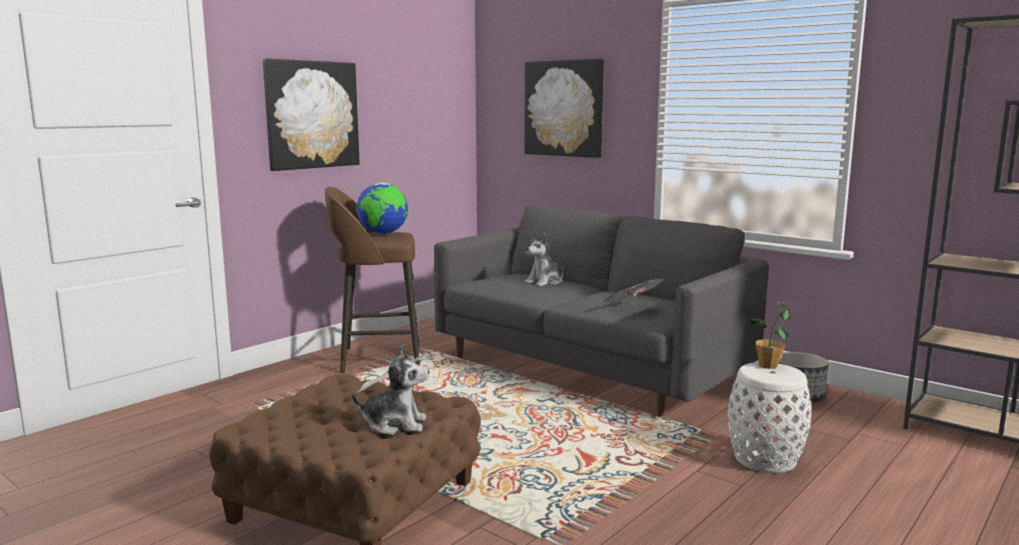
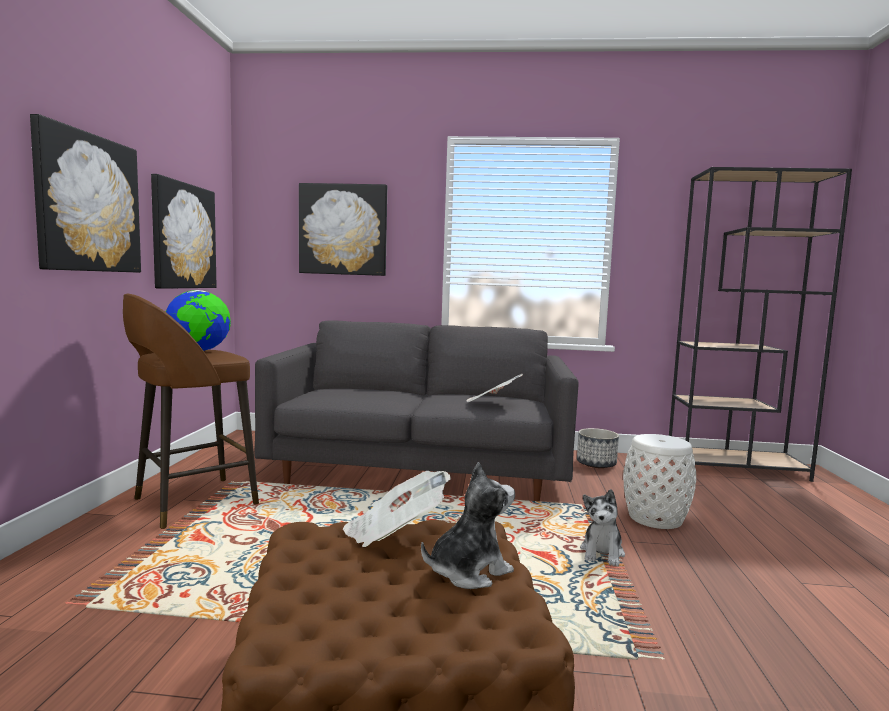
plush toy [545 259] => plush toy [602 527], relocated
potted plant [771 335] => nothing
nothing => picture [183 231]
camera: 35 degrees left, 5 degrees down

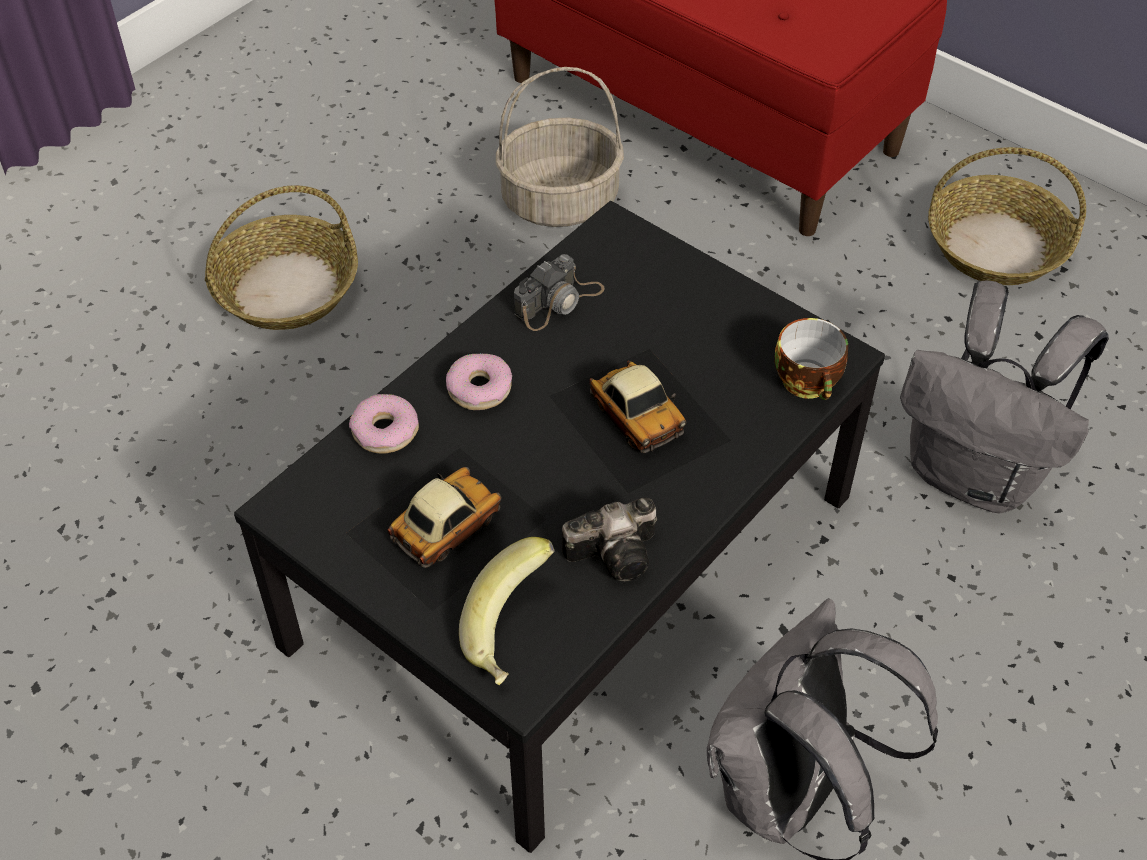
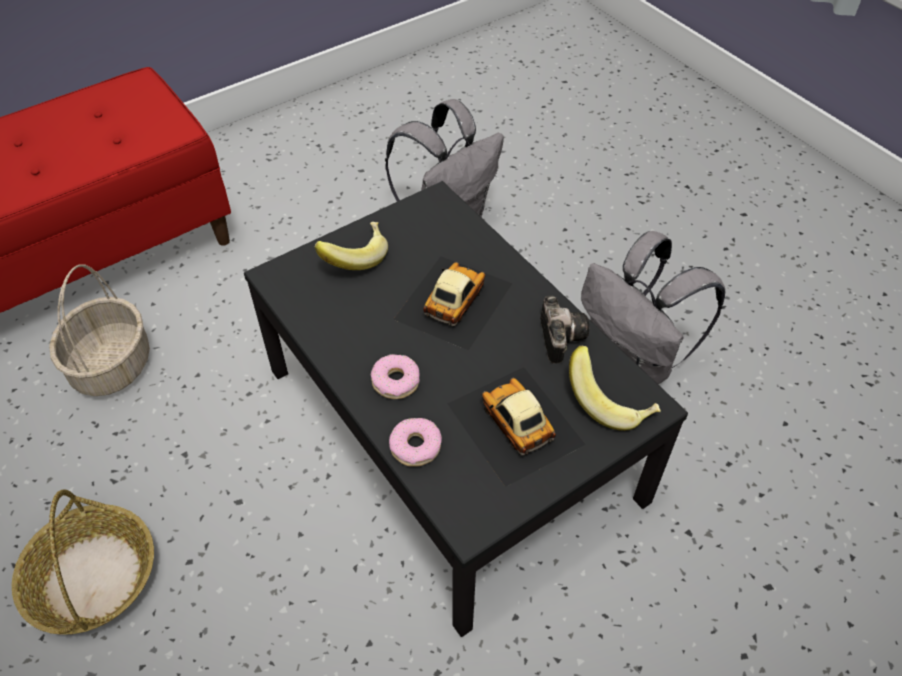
photo camera [559 292] => nothing
toy car [640 421] => toy car [453 303], 45 degrees counterclockwise
cup [811 359] => nothing
basket [1007 216] => nothing
nothing => banana [351 246]
camera: 75 degrees left, 0 degrees up

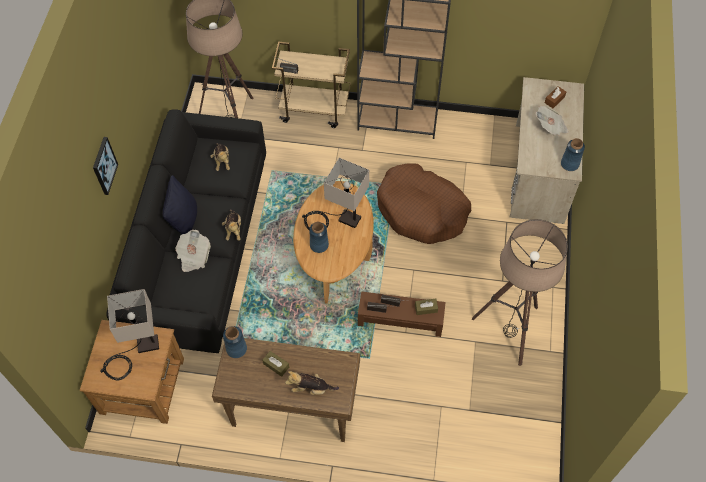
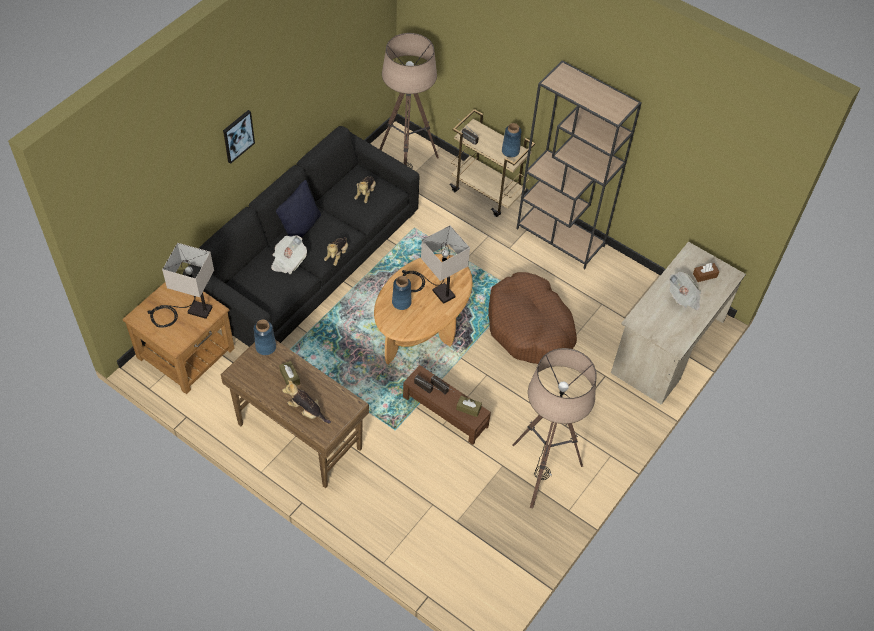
blue vase [573 154] => blue vase [512 140], relocated
camera: 25 degrees right, 5 degrees down

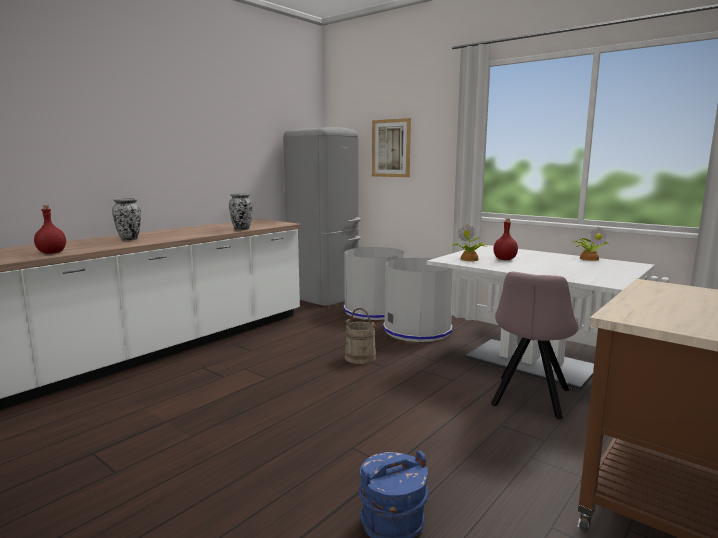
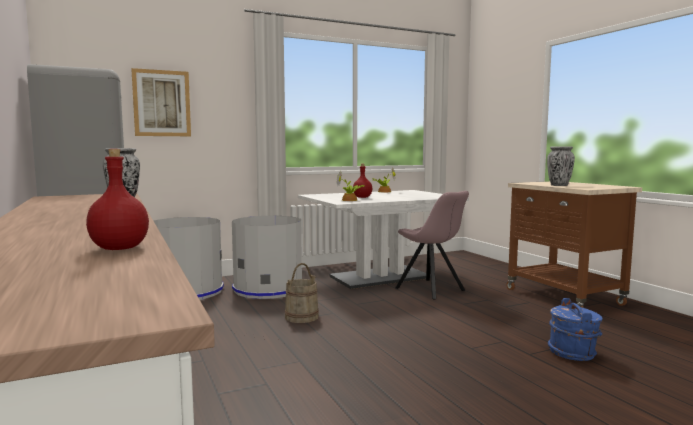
vase [126 219] => vase [561 166], relocated
camera: 65 degrees left, 5 degrees down

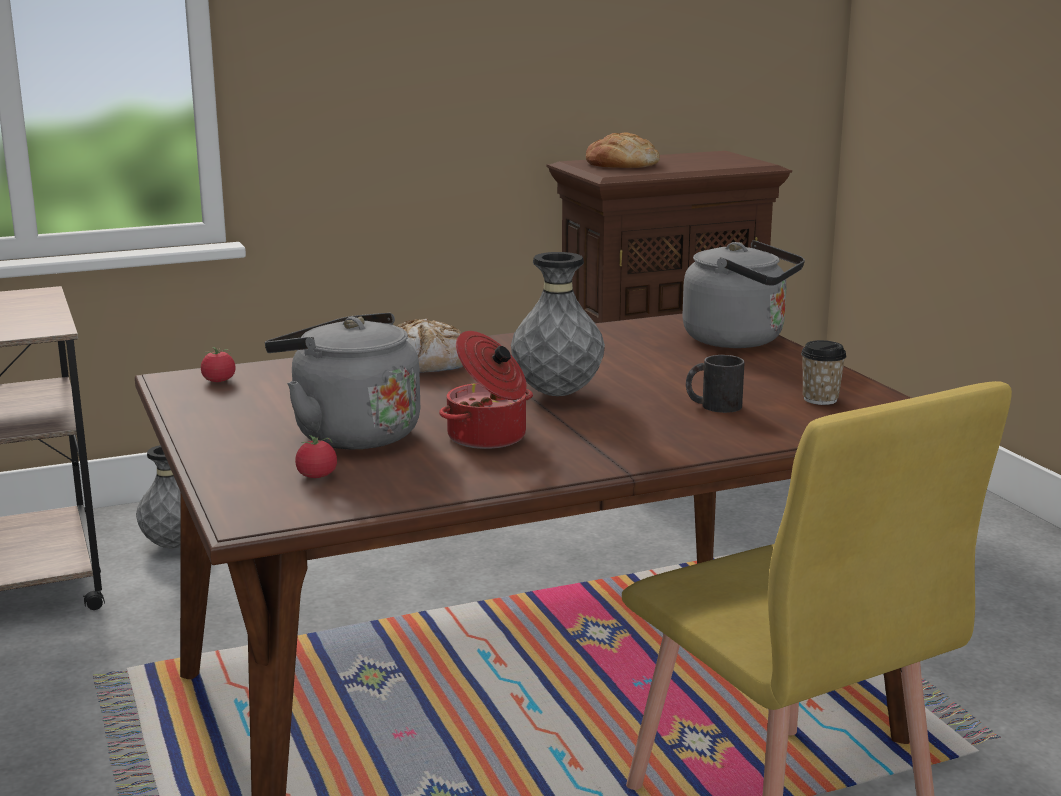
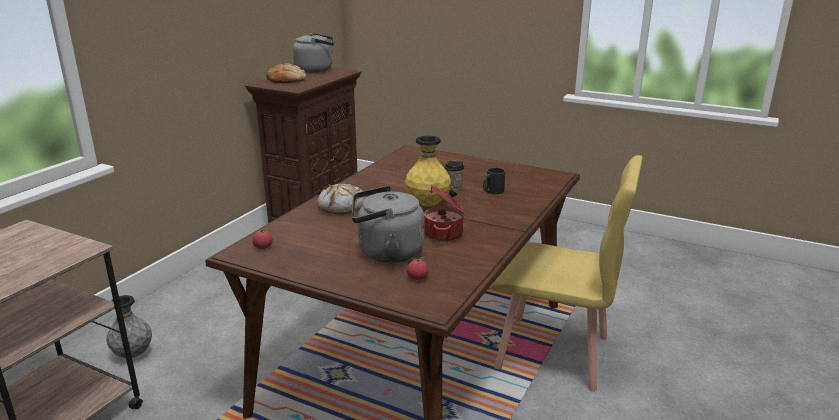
grey vase [558 324] => yellow vase [428 170]
grey kettle [743 294] => grey kettle [313 53], relocated
cup [824 372] => cup [454 176], relocated
camera: 40 degrees left, 5 degrees up

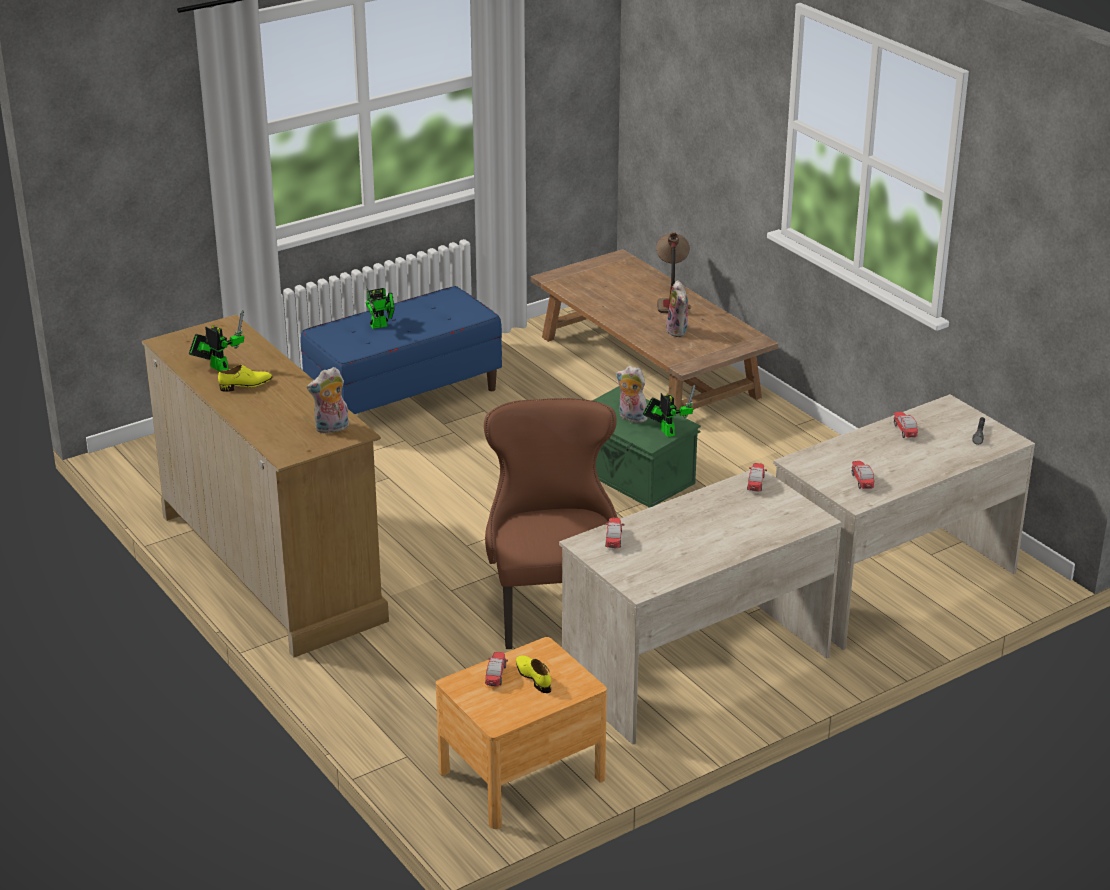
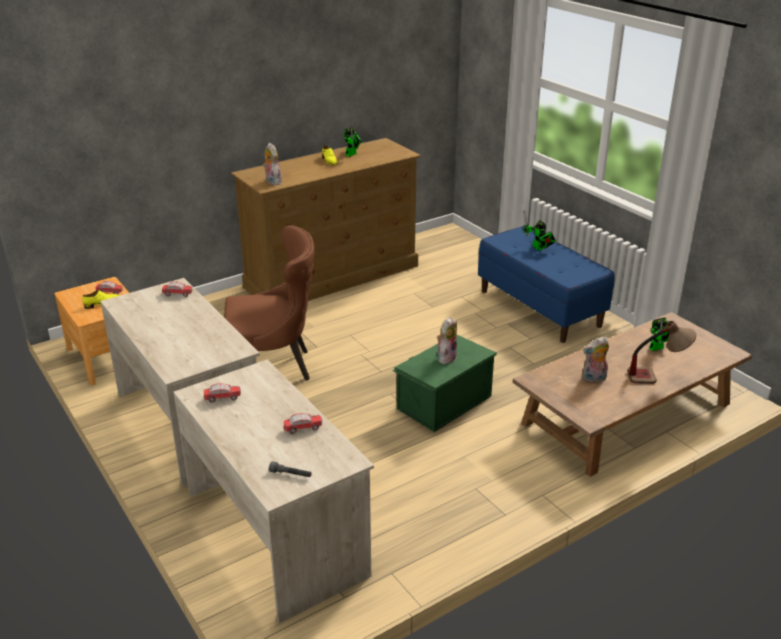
toy robot [669 411] => toy robot [659 334], relocated
toy car [757 477] => nothing
camera: 90 degrees right, 0 degrees up

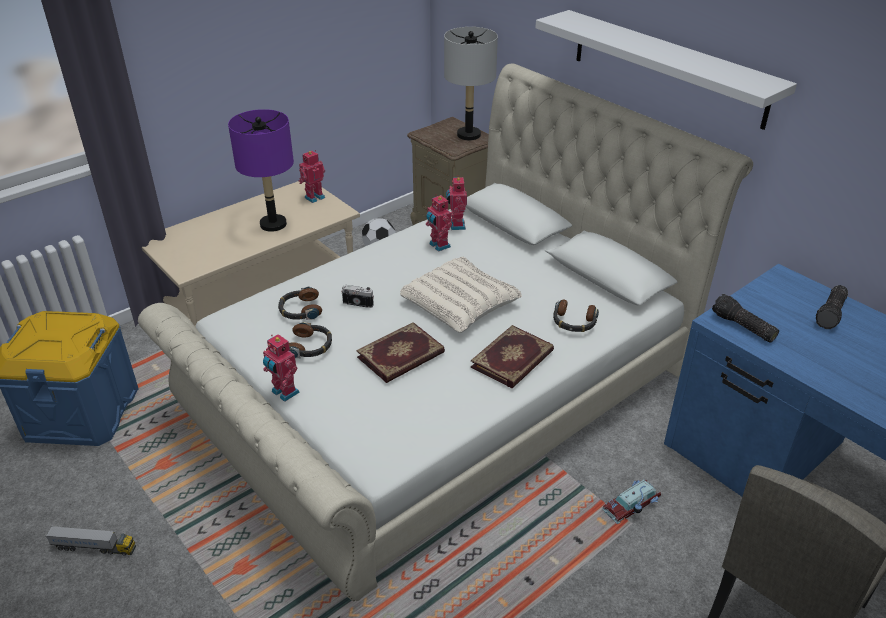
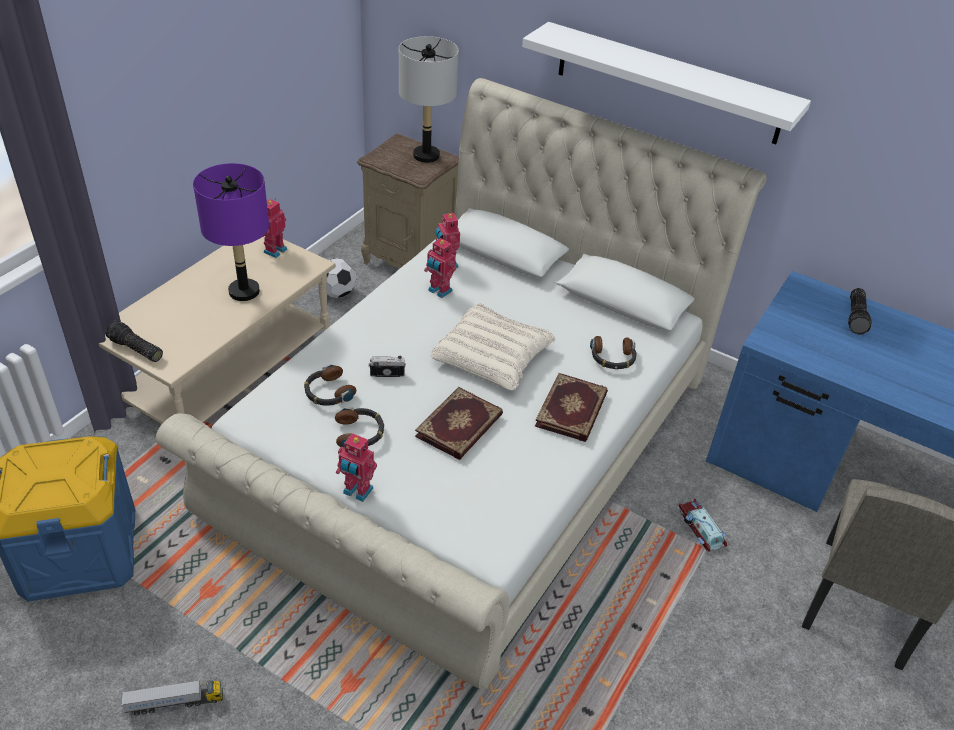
toy car [631 502] => toy car [702 526], 120 degrees clockwise
flashlight [745 318] => flashlight [134 341], relocated
camera: 20 degrees left, 5 degrees up

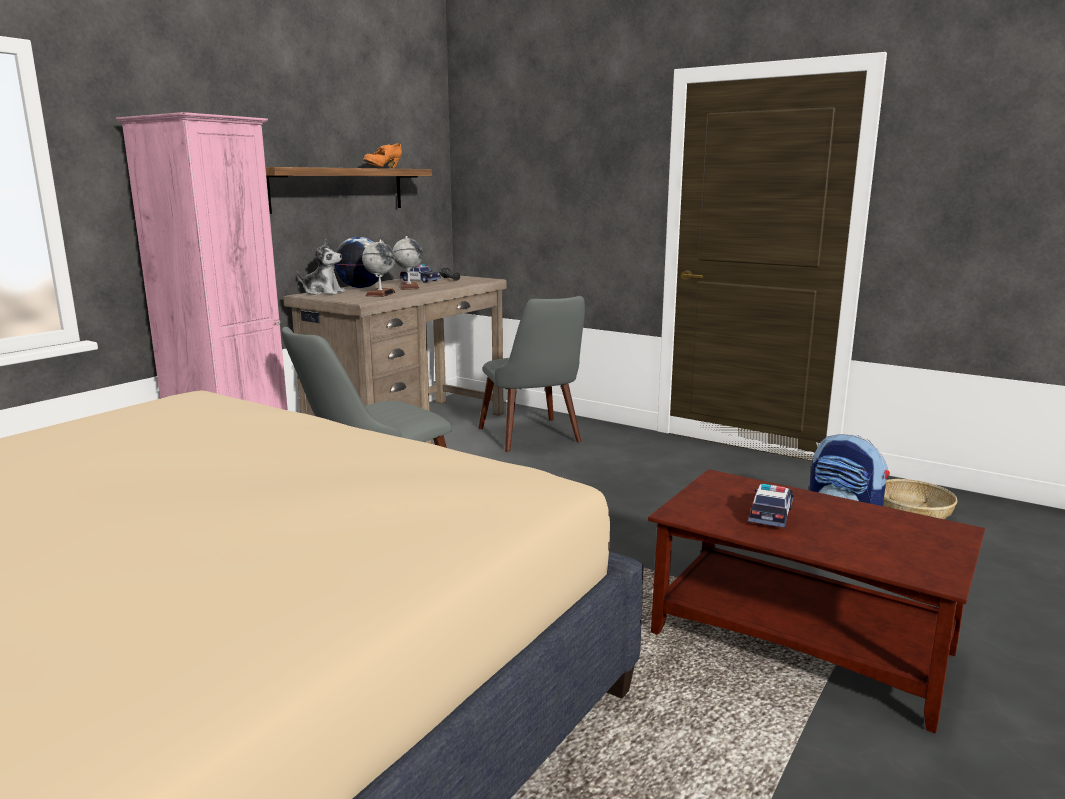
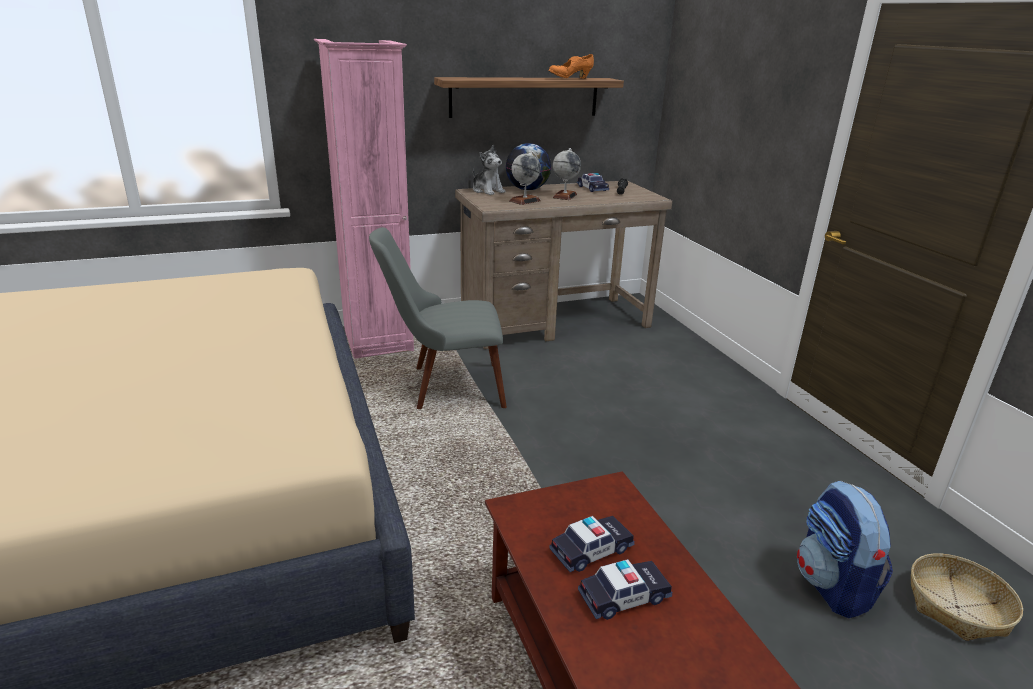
grey chair [531 374] => nothing
nothing => toy car [625 589]
camera: 35 degrees right, 10 degrees up

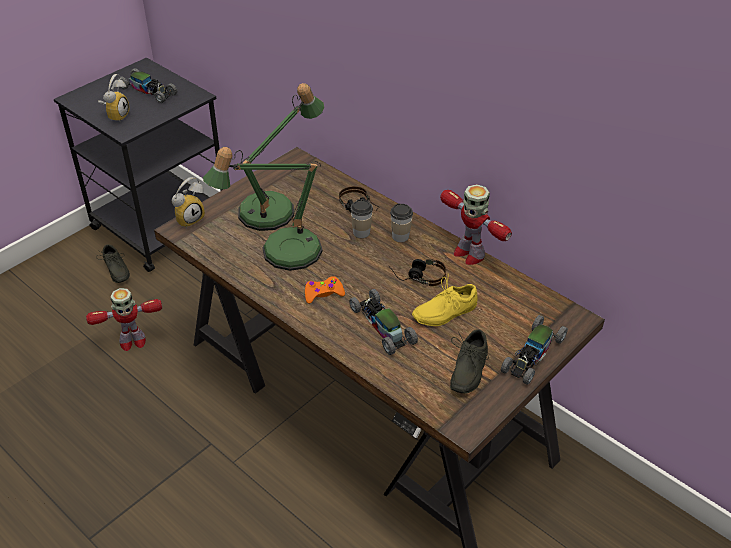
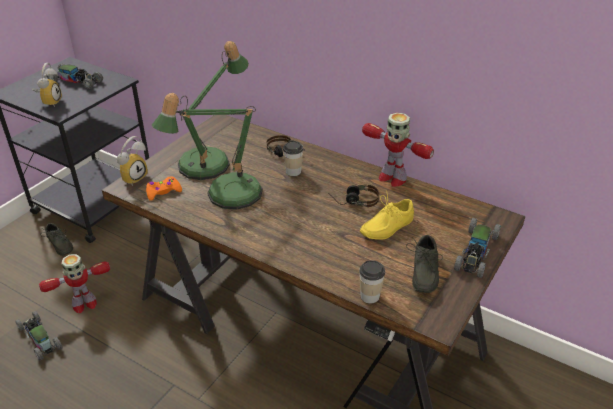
orange game controller [325 290] => orange game controller [164 188], relocated
toy car [383 322] => toy car [39 335], relocated
cup [401 222] => cup [372 282], relocated
camera: 10 degrees left, 5 degrees down

